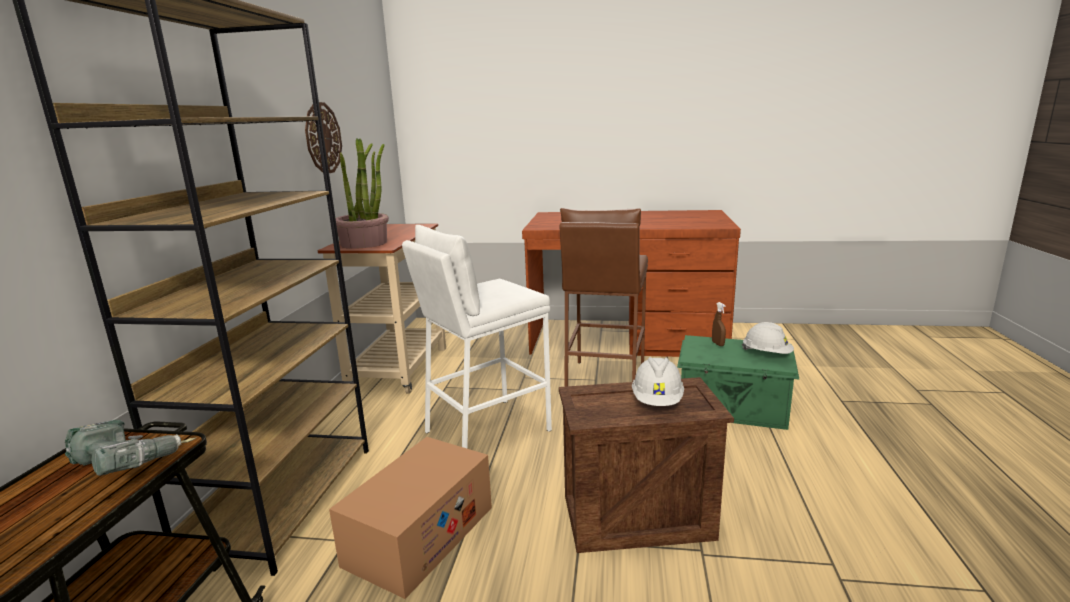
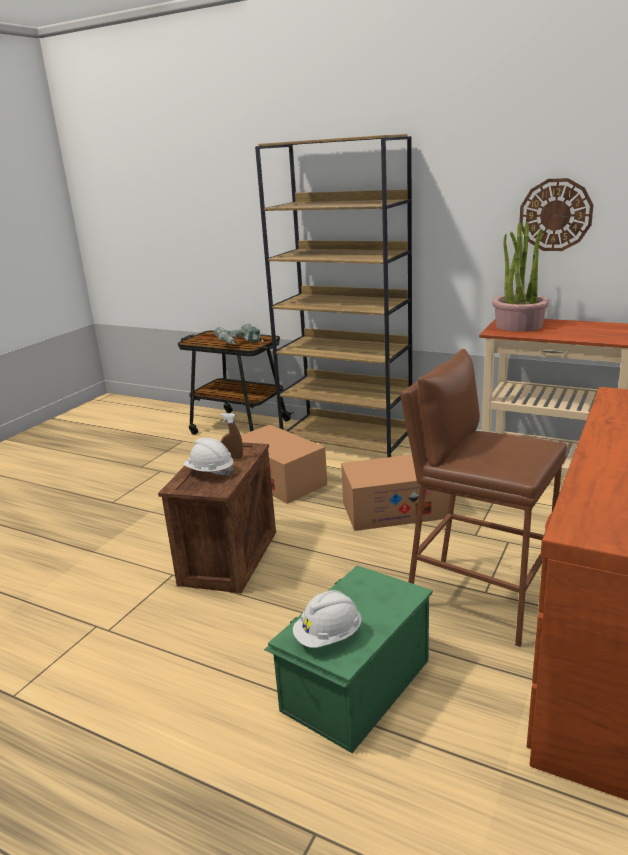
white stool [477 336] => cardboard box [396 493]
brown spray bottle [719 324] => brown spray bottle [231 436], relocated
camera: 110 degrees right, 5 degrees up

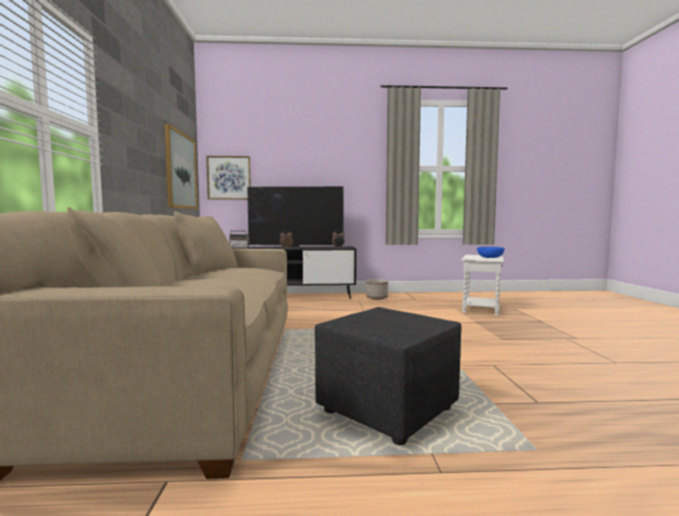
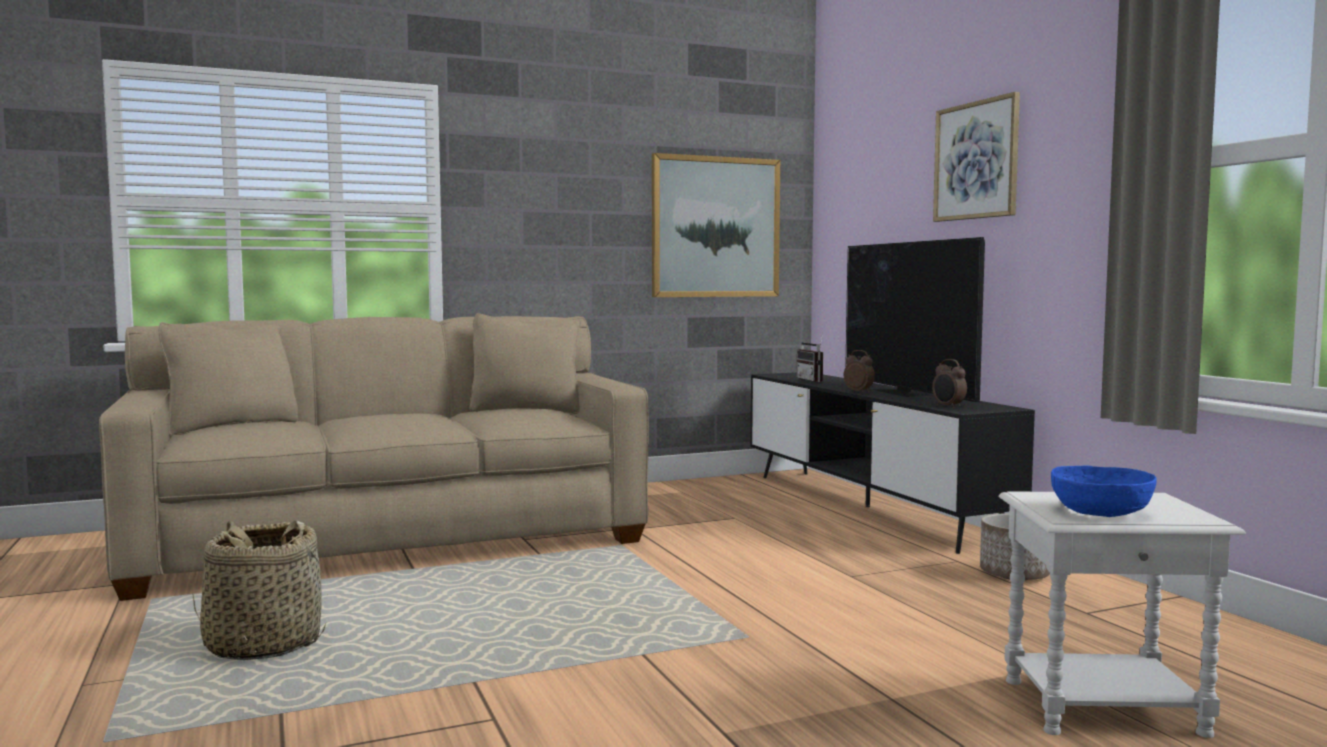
picture [228 178] => picture [976 157], relocated
black ottoman [388 376] => basket [259 590]
camera: 70 degrees right, 0 degrees up

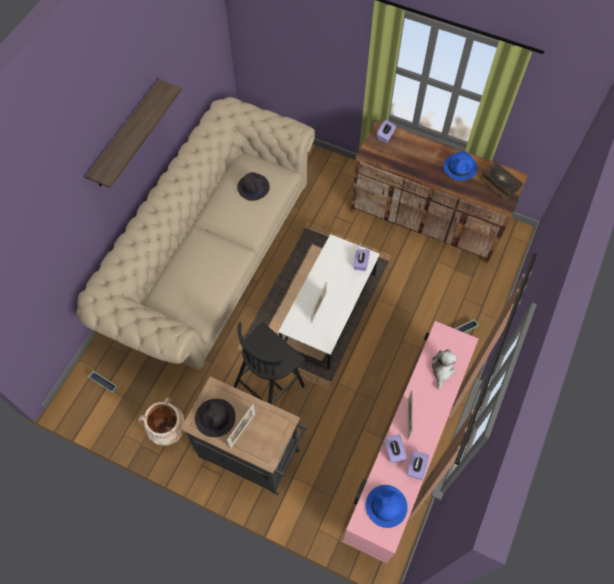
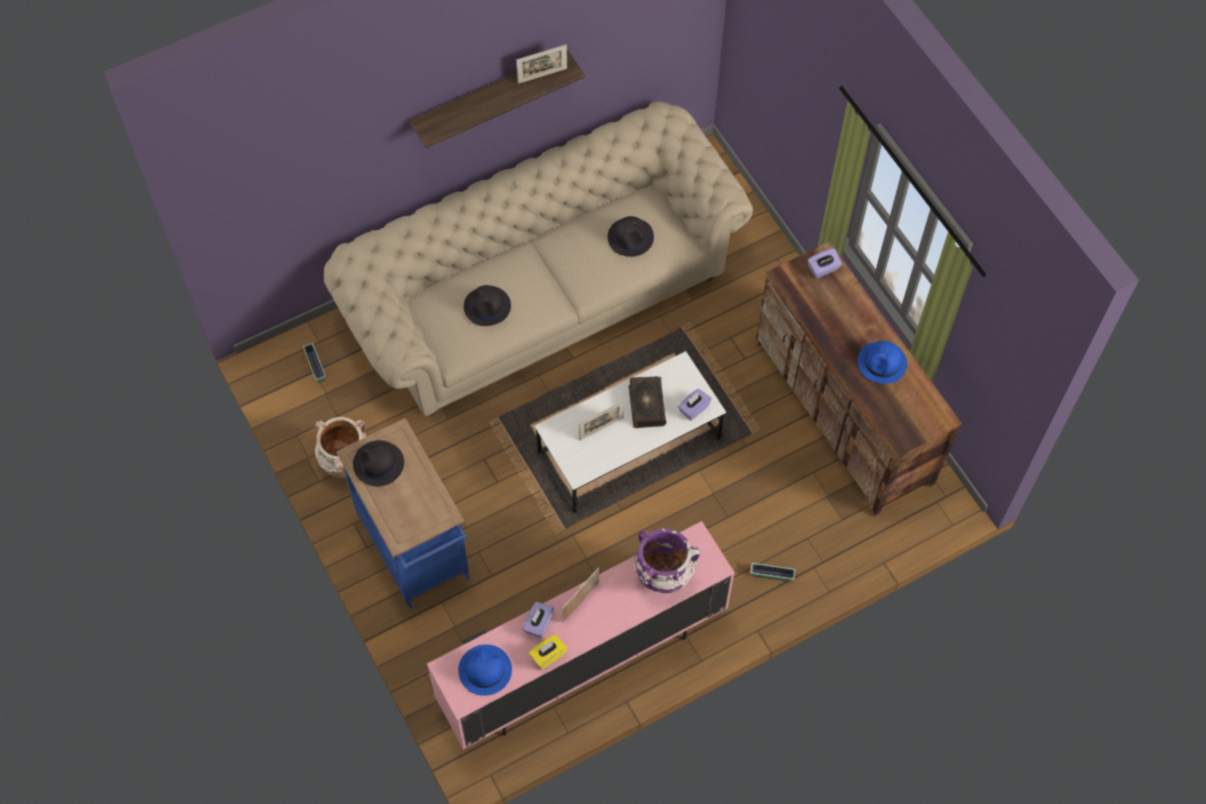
black cart [244 436] => blue cart [403 513]
picture frame [241 426] => picture frame [541 64], relocated
black stool [269 363] => nothing
purple tissue box [418 465] => yellow tissue box [548 652]
plush toy [444 369] => purple vase [667 561]
book [501 181] => book [647 402], relocated
nothing => black hat [487 305]
camera: 35 degrees right, 0 degrees up

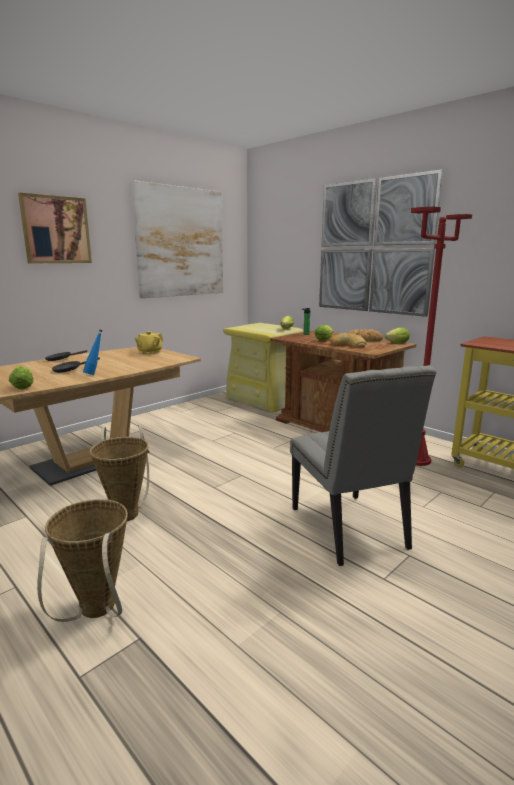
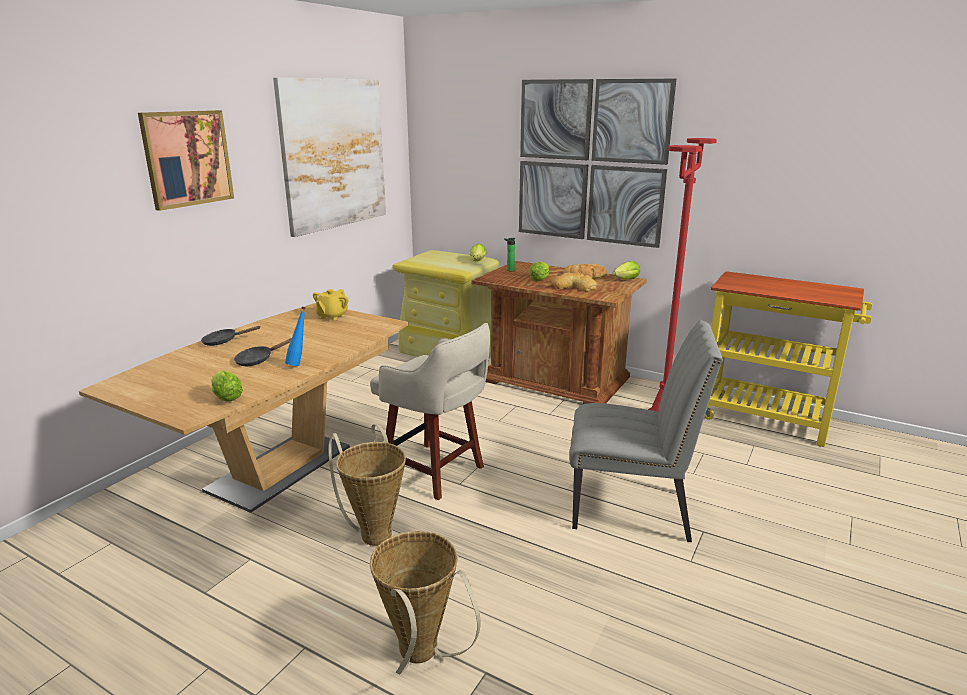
grey chair [363 465] => grey chair [646 431], 45 degrees counterclockwise
nothing => beige stool [430 411]
camera: 15 degrees left, 5 degrees up

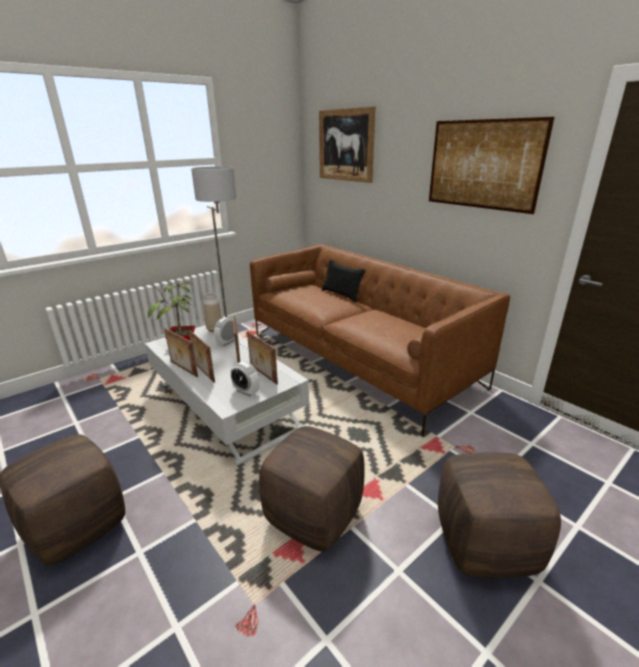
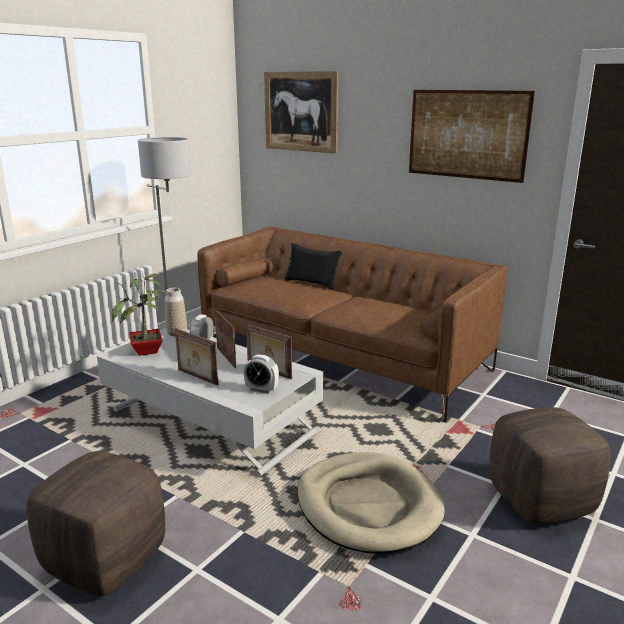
picture frame [181 353] => nothing
brown ottoman [312 489] => beige dog bed [371 503]
camera: 15 degrees left, 5 degrees down

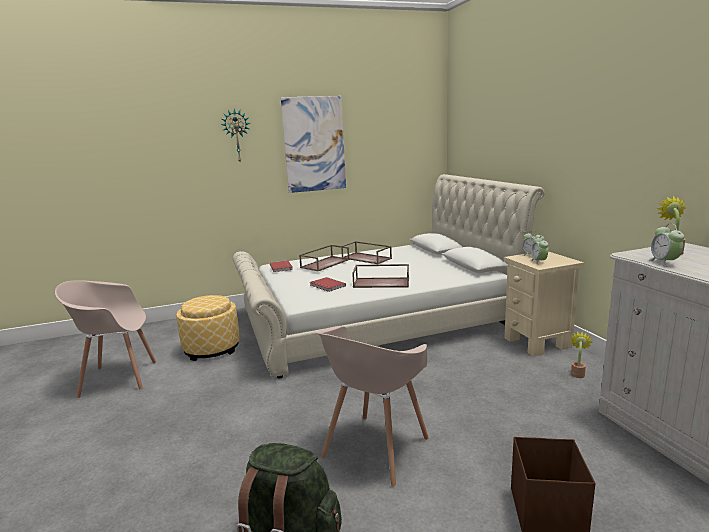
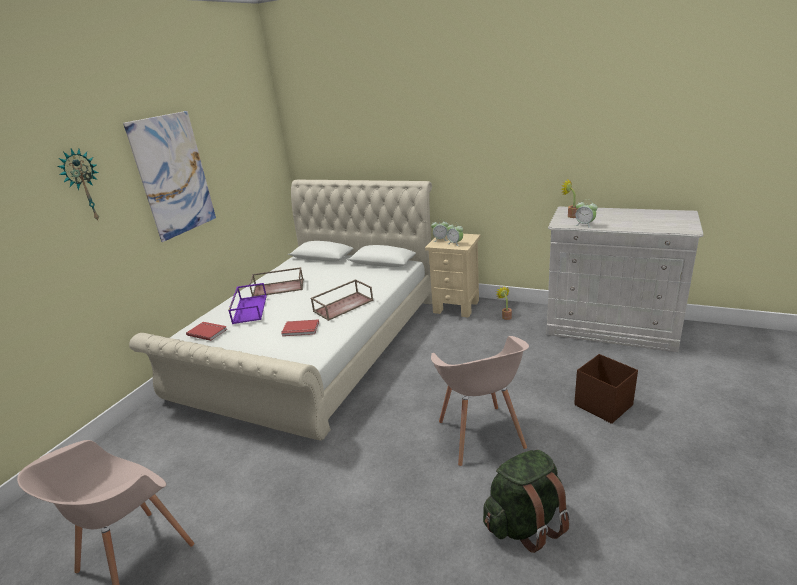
ottoman [208 328] => nothing
brown tray [324 258] => purple tray [247 303]
camera: 45 degrees left, 10 degrees up

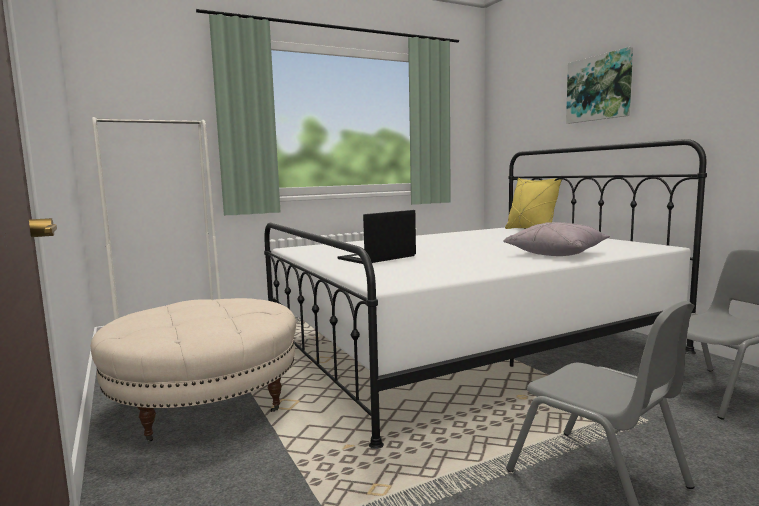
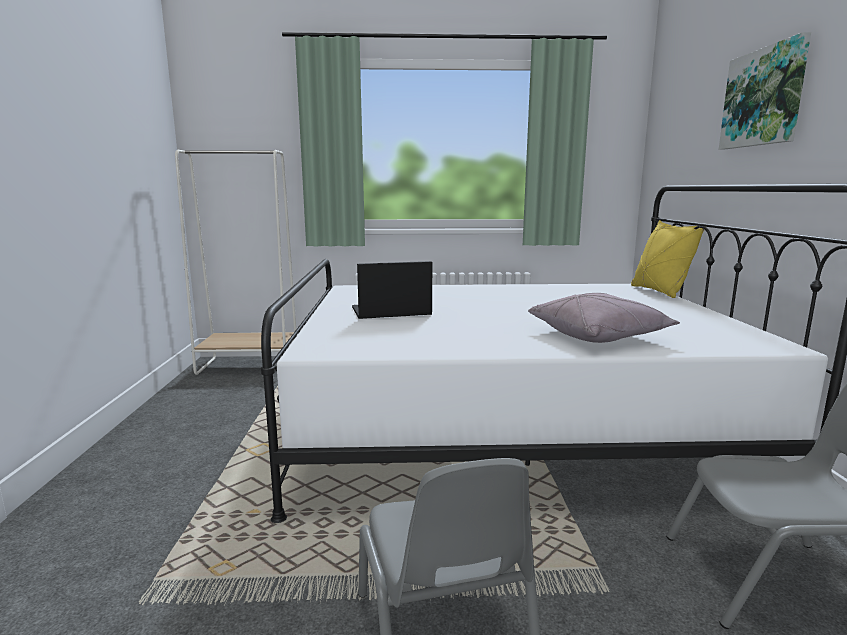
beige ottoman [193 369] => nothing
camera: 25 degrees right, 5 degrees up

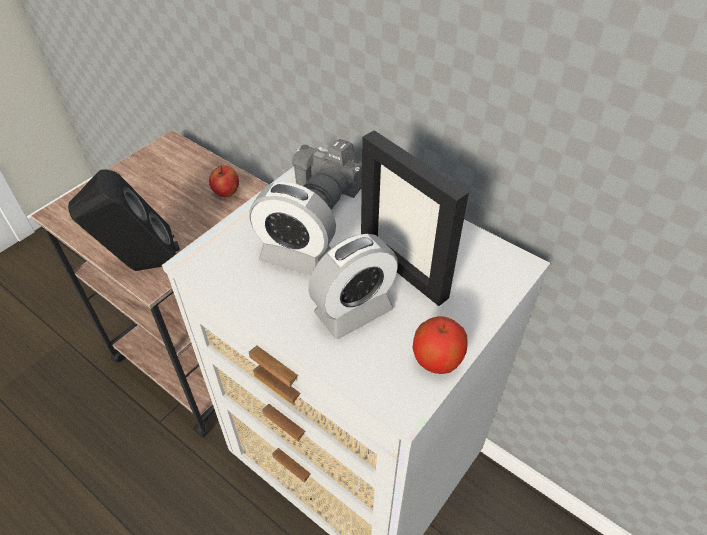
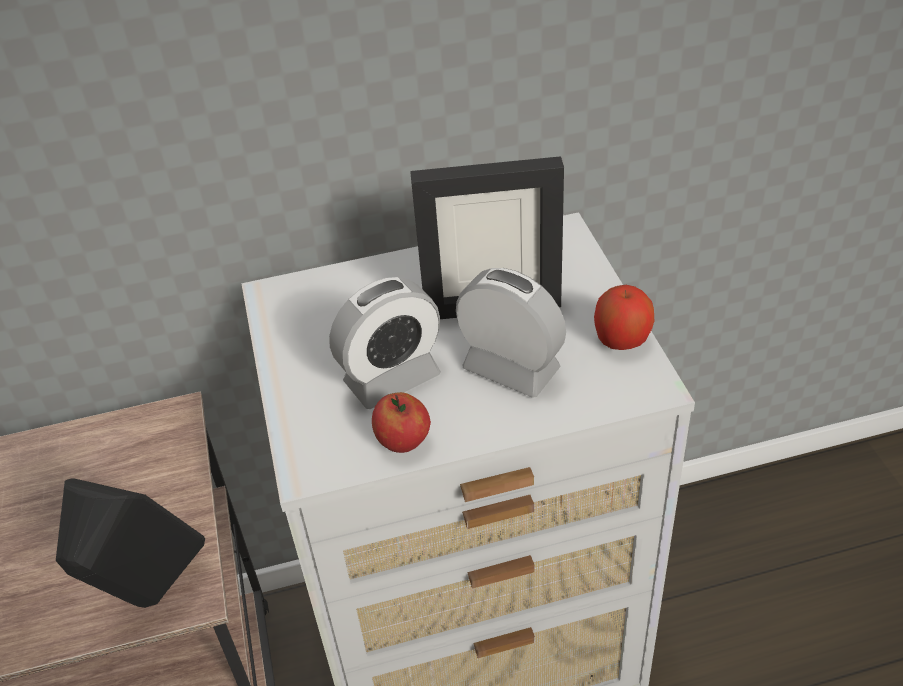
apple [224 181] => apple [401 422], relocated
photo camera [327 174] => nothing
alarm clock [353 286] => alarm clock [511 333], 60 degrees counterclockwise
camera: 50 degrees left, 5 degrees down

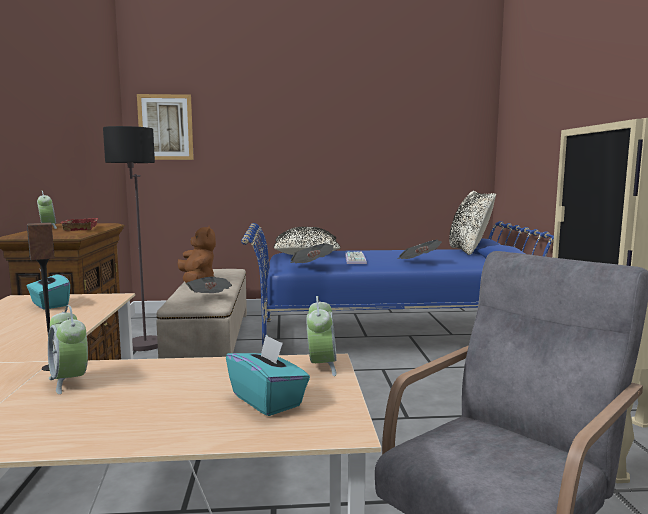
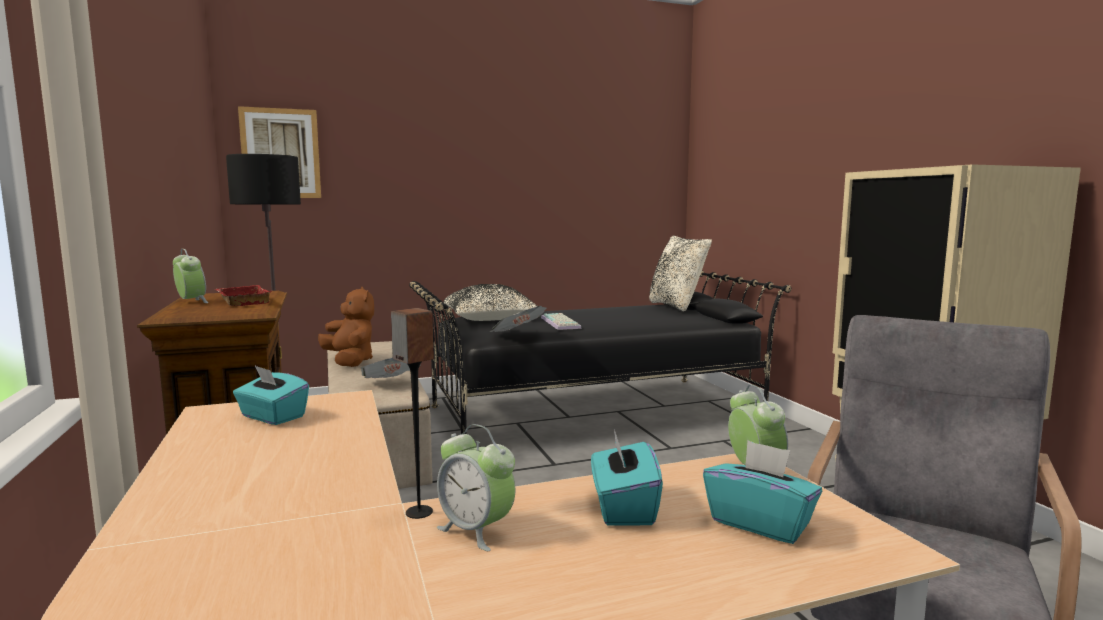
blue bed [397 284] => black bed [600 352]
newspaper [420 249] => nothing
nothing => turquoise tissue box [627 477]
camera: 15 degrees left, 0 degrees up

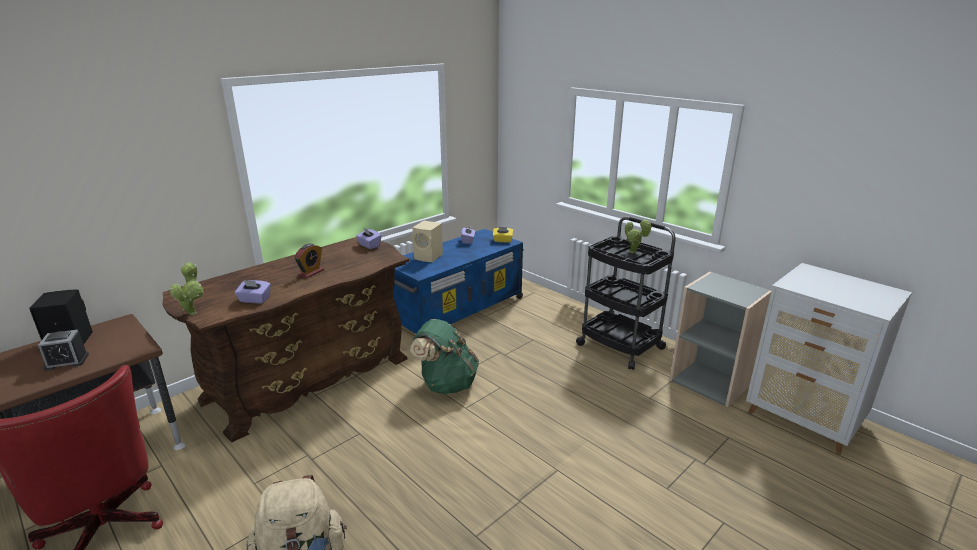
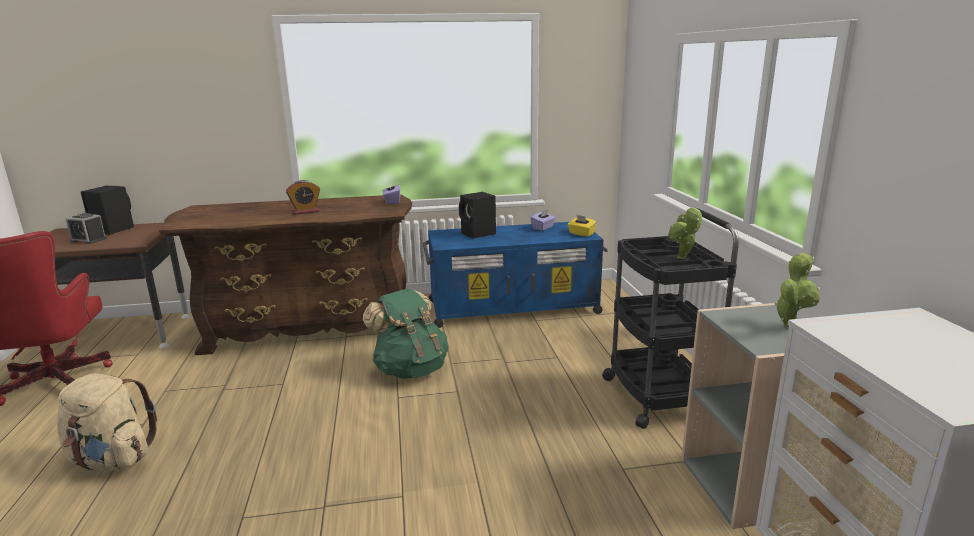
potted plant [187 288] => potted plant [798 291], relocated
purple tissue box [253 292] => nothing
beige speaker [427 241] => black speaker [477 215]
camera: 35 degrees right, 5 degrees down

